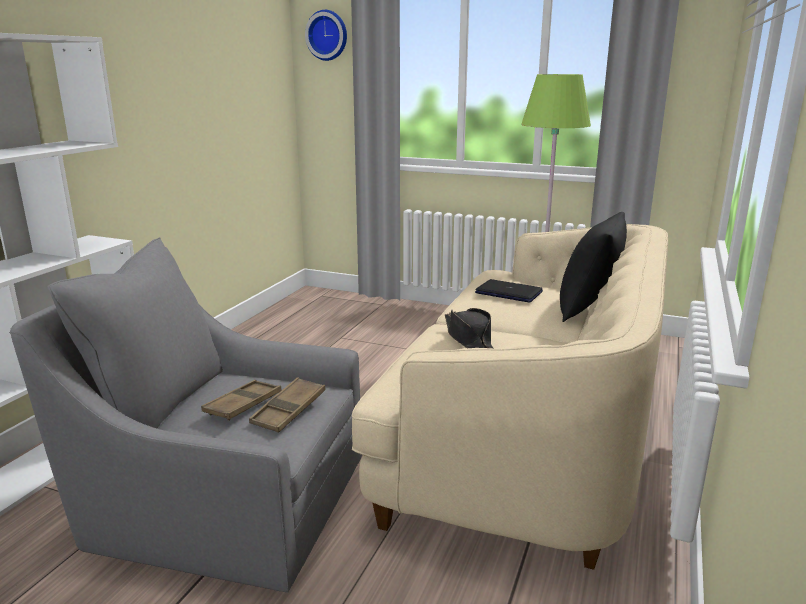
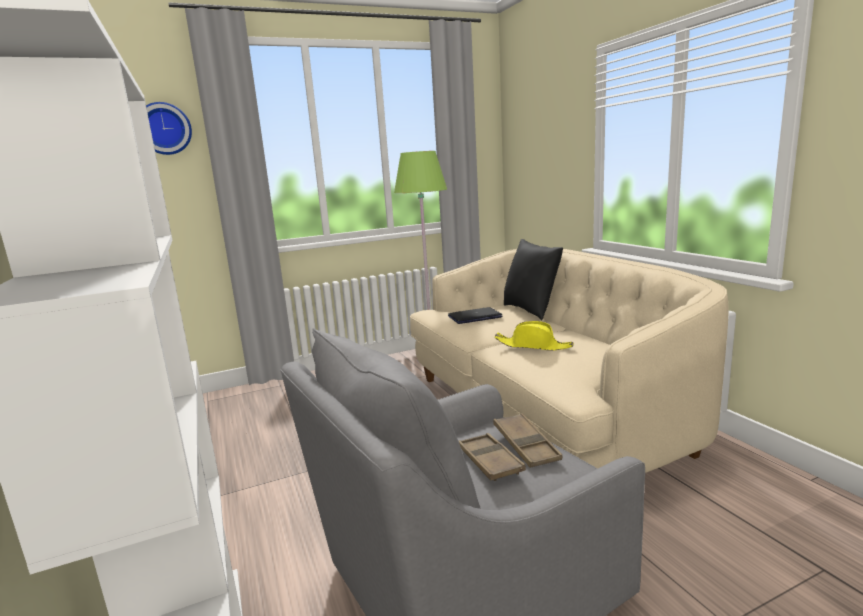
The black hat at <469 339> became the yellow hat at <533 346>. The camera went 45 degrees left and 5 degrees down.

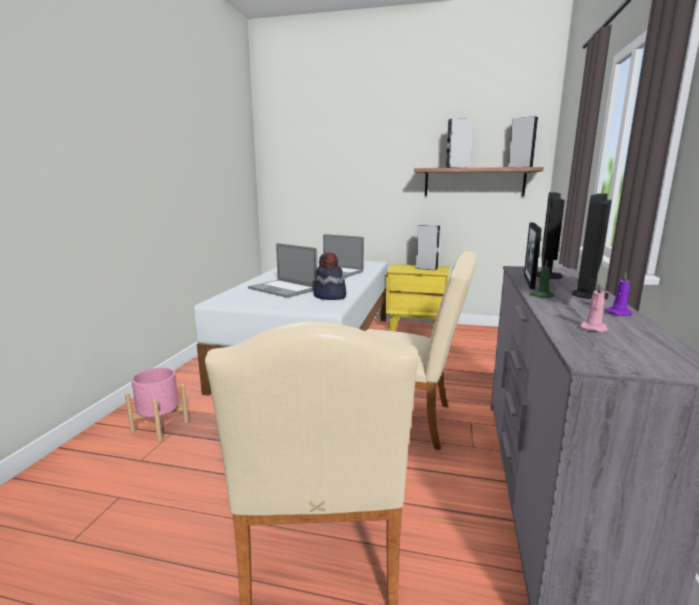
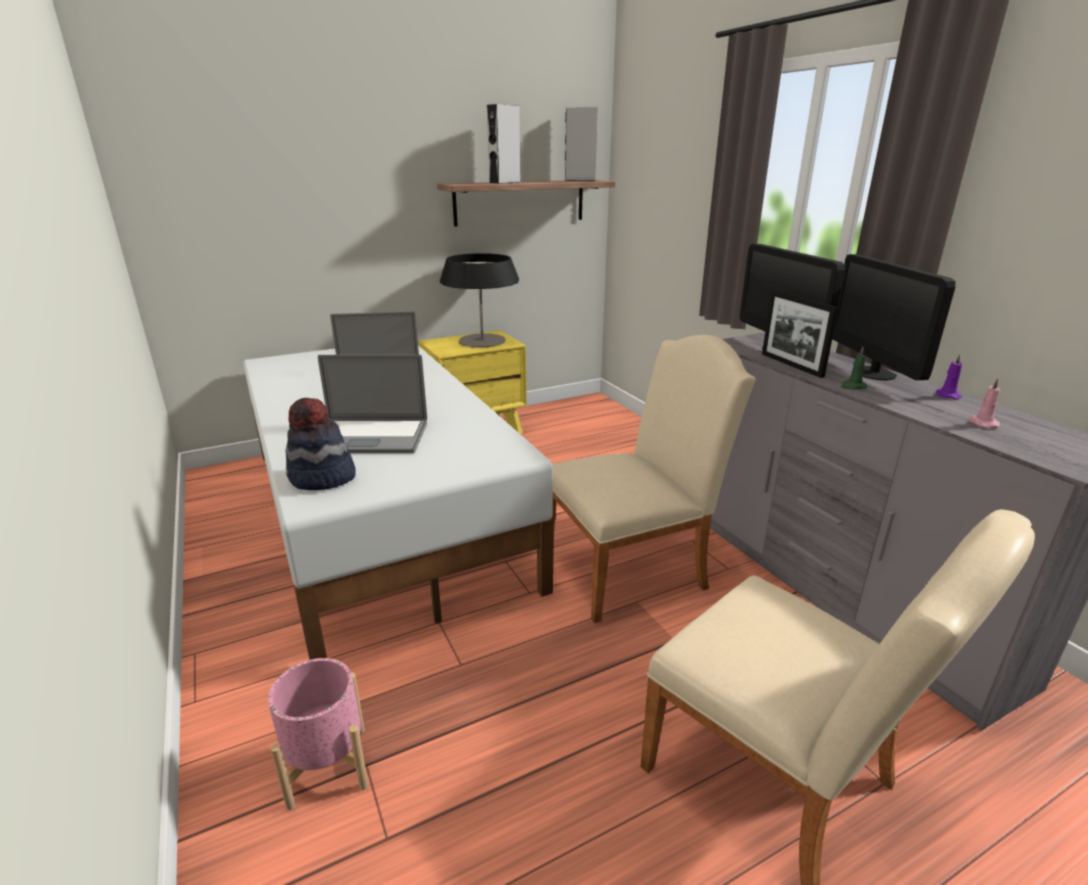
The grey speaker at <426 268> was replaced by the table lamp at <482 340>. The hat moved from <329 296> to <322 478>. The camera went 40 degrees left and 10 degrees up.

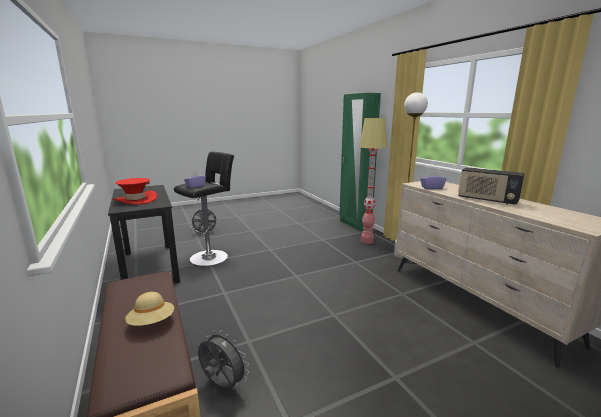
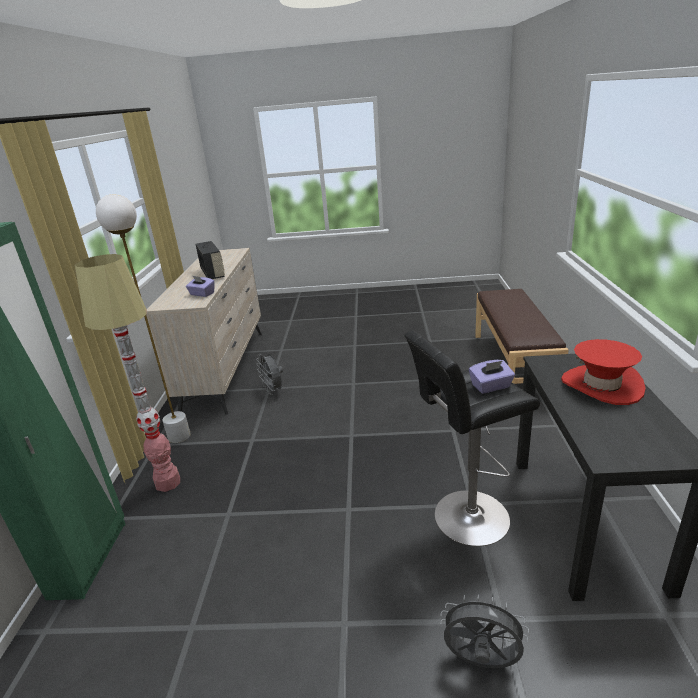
The beige hat at <152 322> disappeared. The grey fan moved from <222 386> to <273 391>. The camera went 150 degrees left and 10 degrees up.

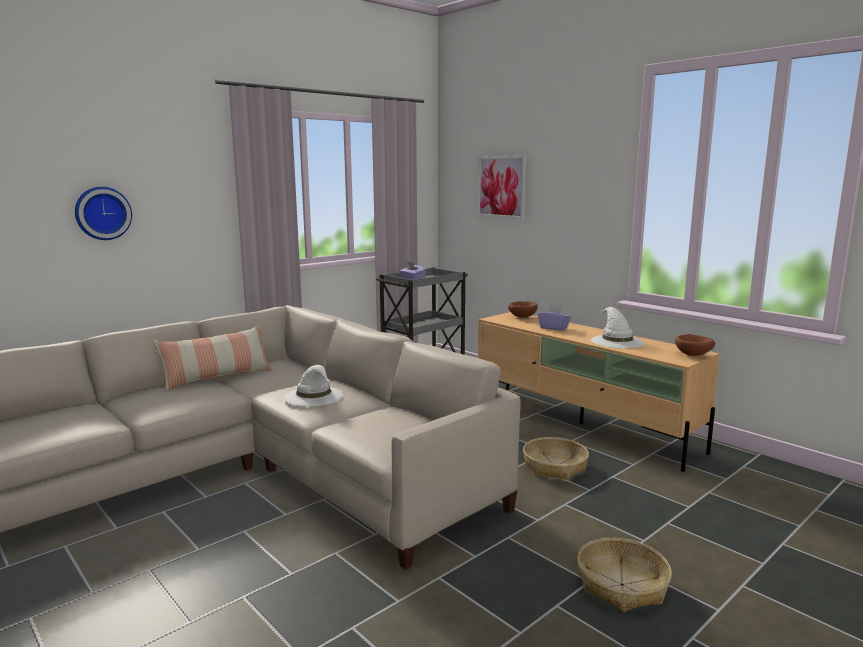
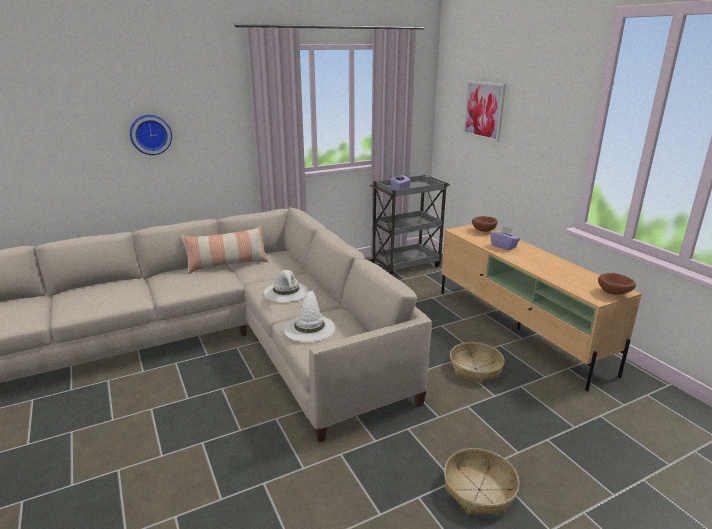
The white hat moved from <616 341> to <309 327>. The camera went 15 degrees right and 10 degrees up.

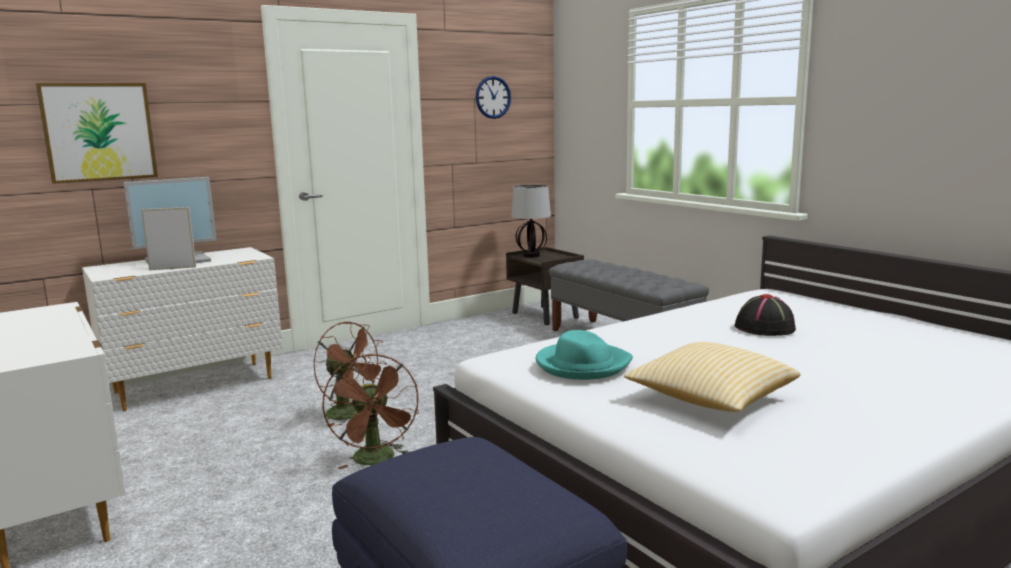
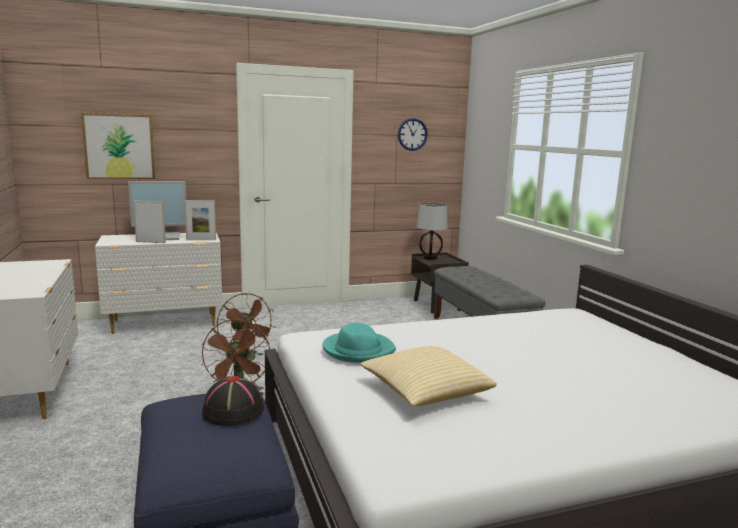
The black hat moved from <765 328> to <232 412>. The picture frame at <201 240> appeared. The camera went 15 degrees right and 0 degrees up.

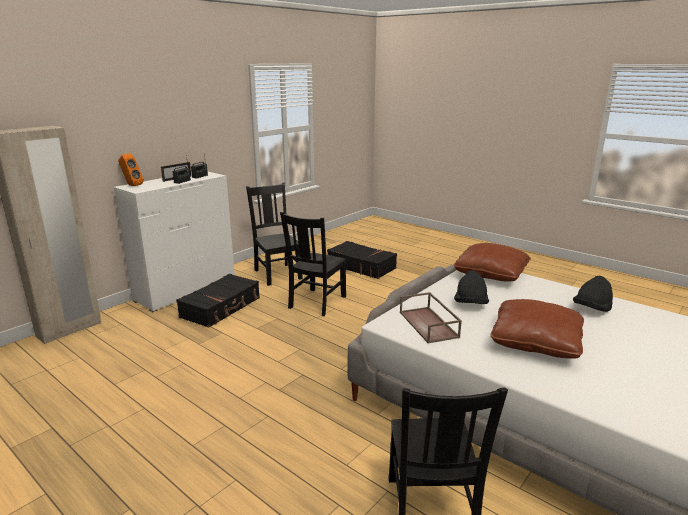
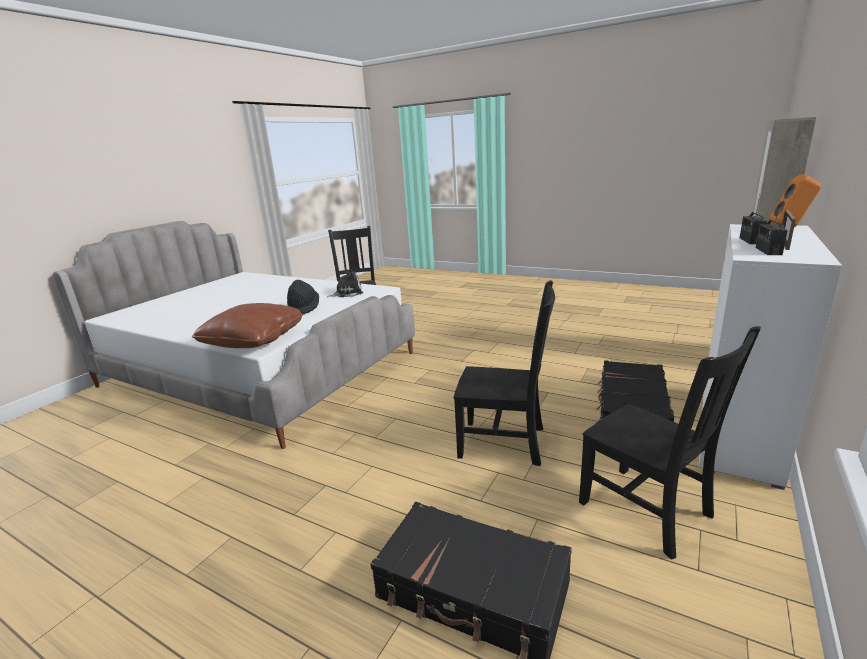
The black chair at <316 303> turned 90 degrees clockwise. The black hat at <591 309> disappeared. The brown tray at <429 324> was replaced by the plush toy at <347 293>. The brown pillow at <535 342> disappeared. The camera went 170 degrees right and 0 degrees up.

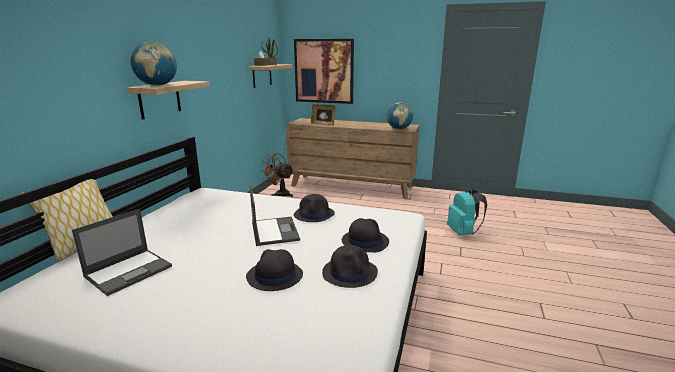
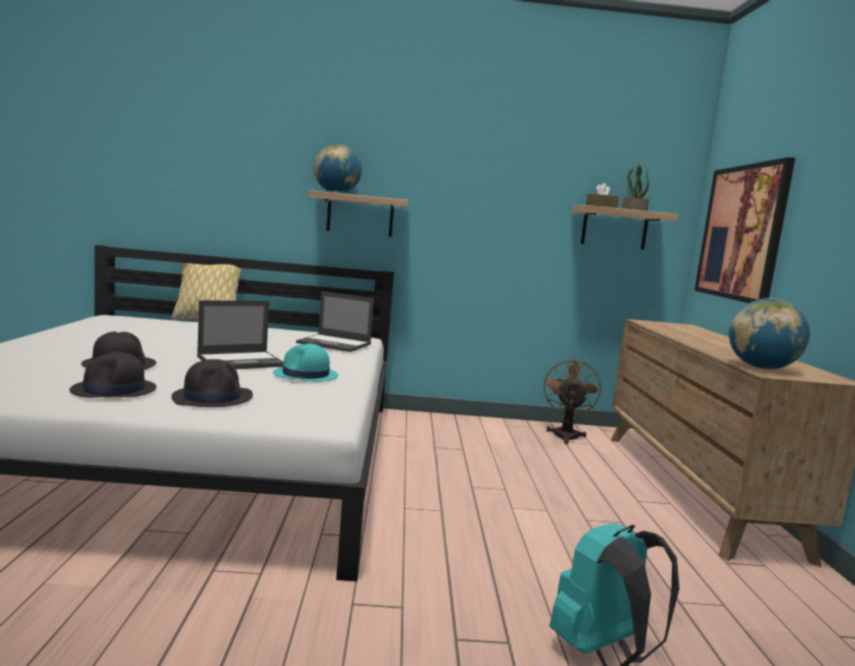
The picture frame at <323 124> disappeared. The black hat at <314 214> became the turquoise hat at <306 375>. The laptop moved from <129 271> to <335 344>. The camera went 70 degrees right and 10 degrees down.

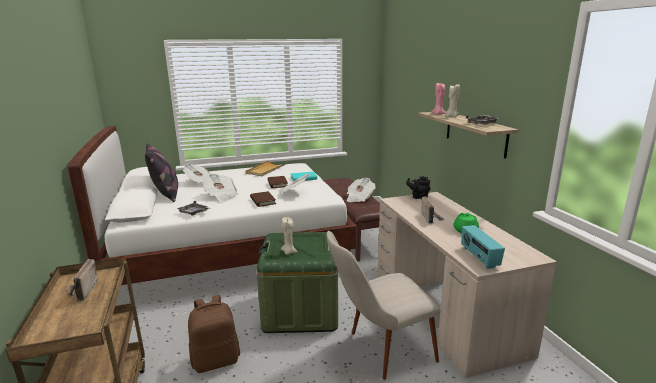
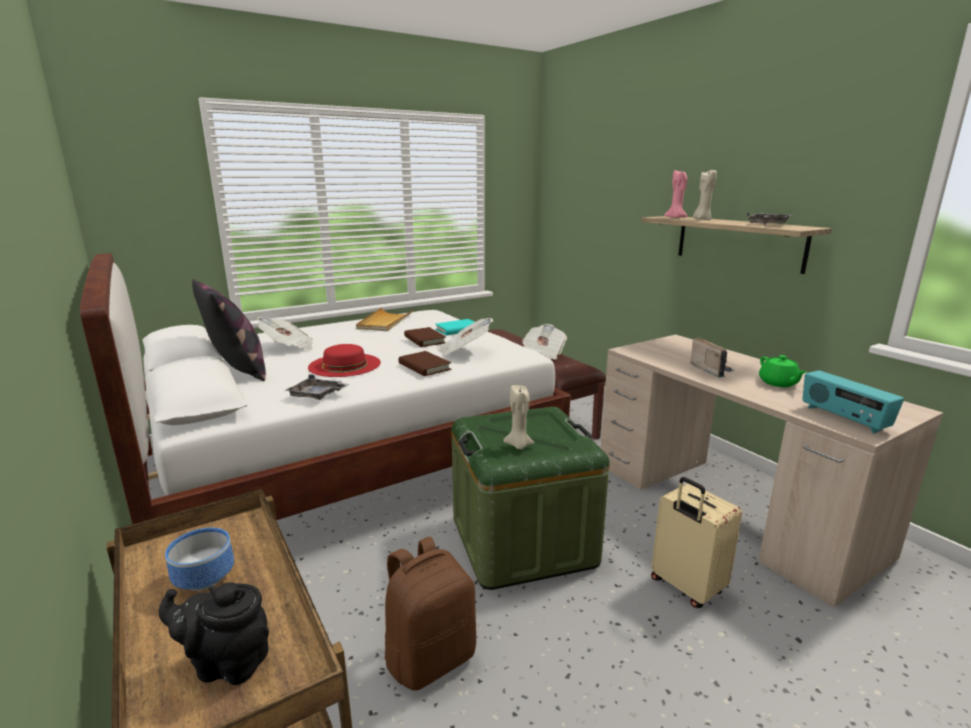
The newspaper at <221 196> was replaced by the red hat at <344 365>. The black teapot moved from <418 197> to <227 663>. The beige chair at <379 350> was replaced by the beige suitcase at <685 587>. The radio at <81 292> was replaced by the bowl at <202 578>. The camera went 15 degrees left and 0 degrees up.

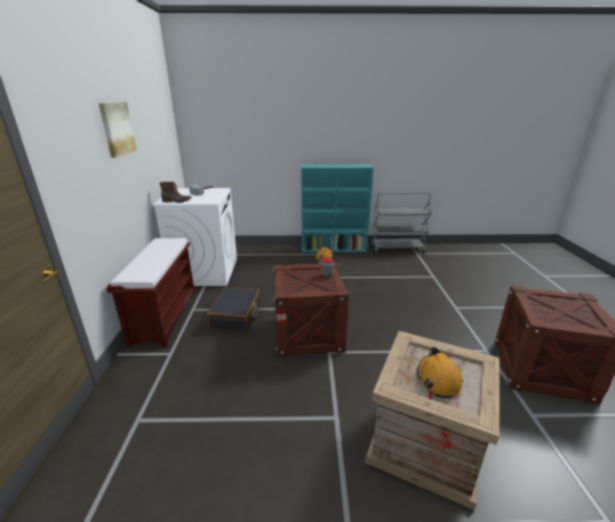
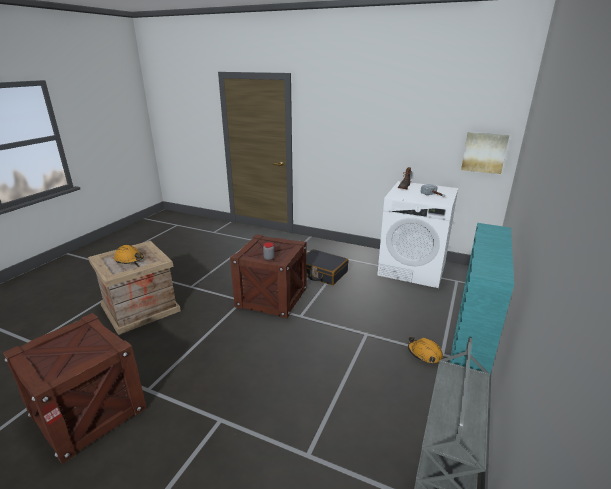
The picture moved from <117 129> to <484 152>. The brown bench at <165 316> disappeared. The camera went 115 degrees right and 0 degrees up.

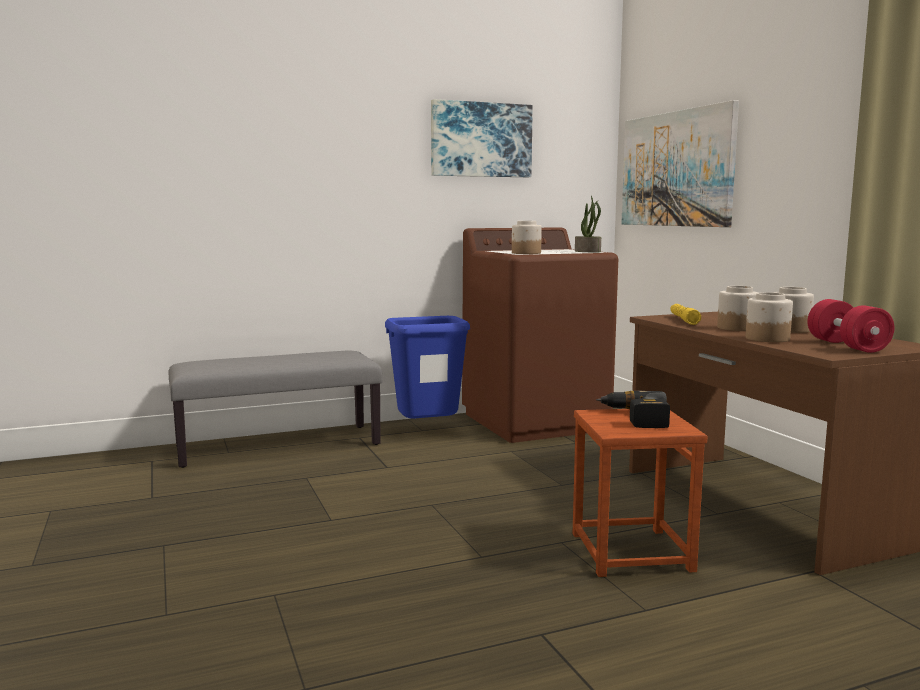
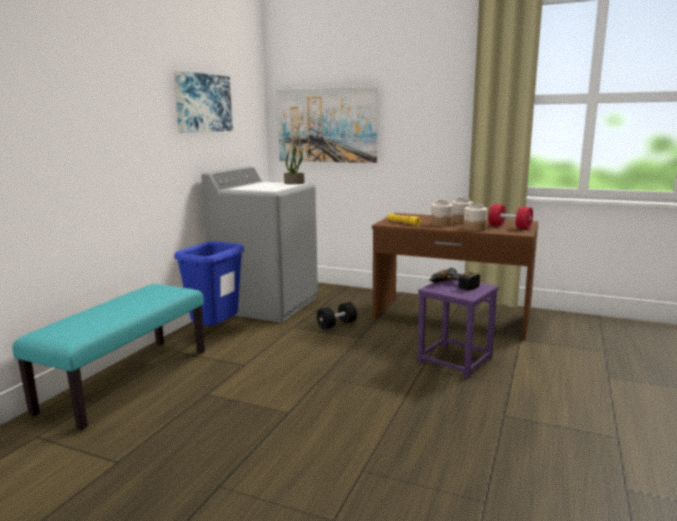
The jar at <526 253> disappeared. The brown washing machine at <535 421> became the grey washing machine at <266 304>. The grey bench at <279 445> became the turquoise bench at <127 379>. The brown stool at <630 552> became the purple stool at <454 360>. The black dumbbell at <337 324> appeared. The camera went 45 degrees left and 5 degrees up.

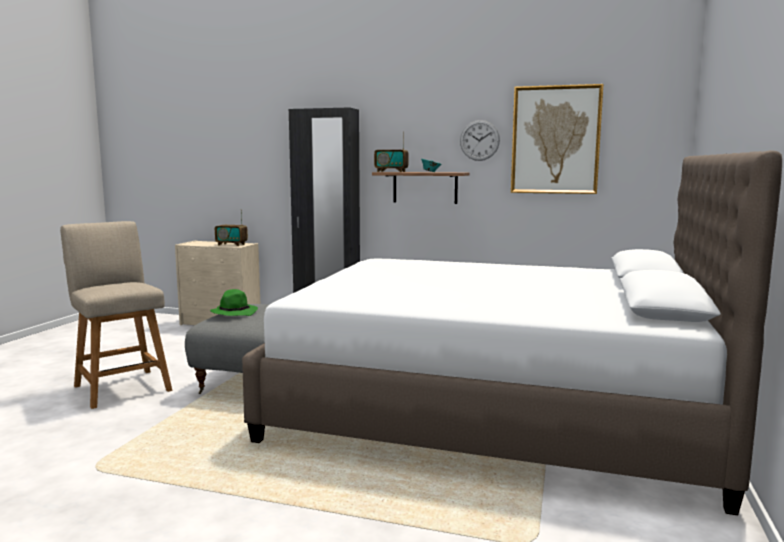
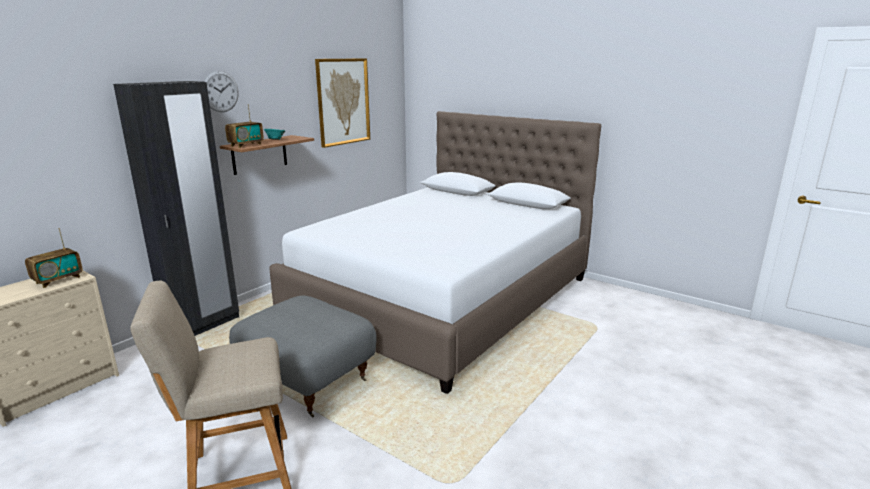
The wall clock moved from <479 140> to <220 91>. The green hat at <234 312> disappeared. The camera went 70 degrees left and 10 degrees up.

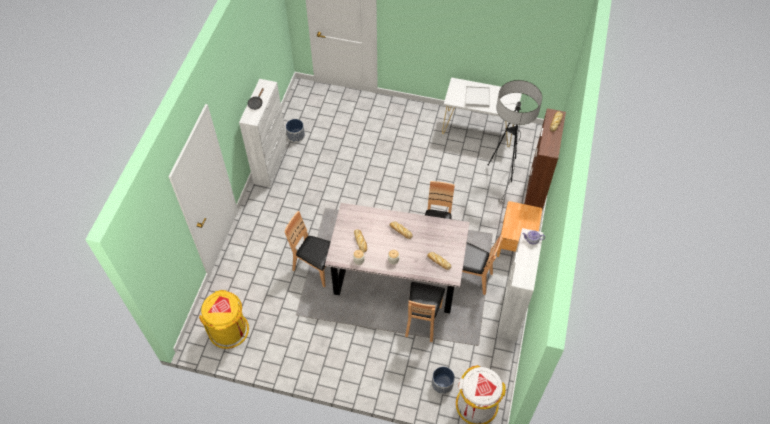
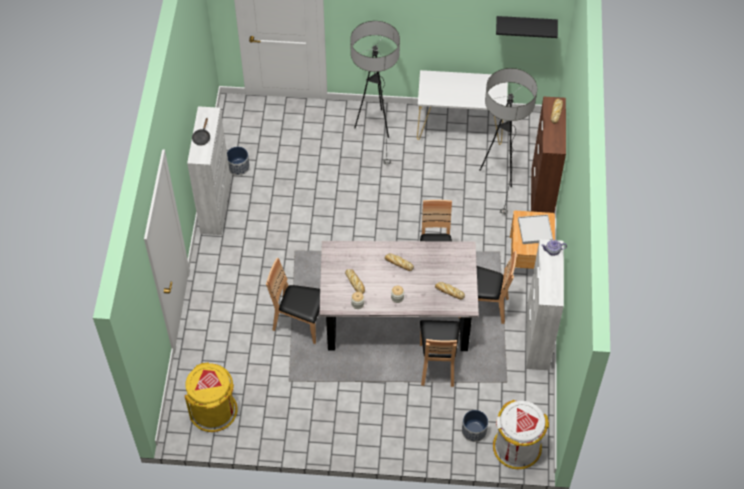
The white tray moved from <477 97> to <535 230>. The black shelf at <526 25> appeared. The floor lamp at <375 129> appeared. The camera went 10 degrees left and 0 degrees up.

